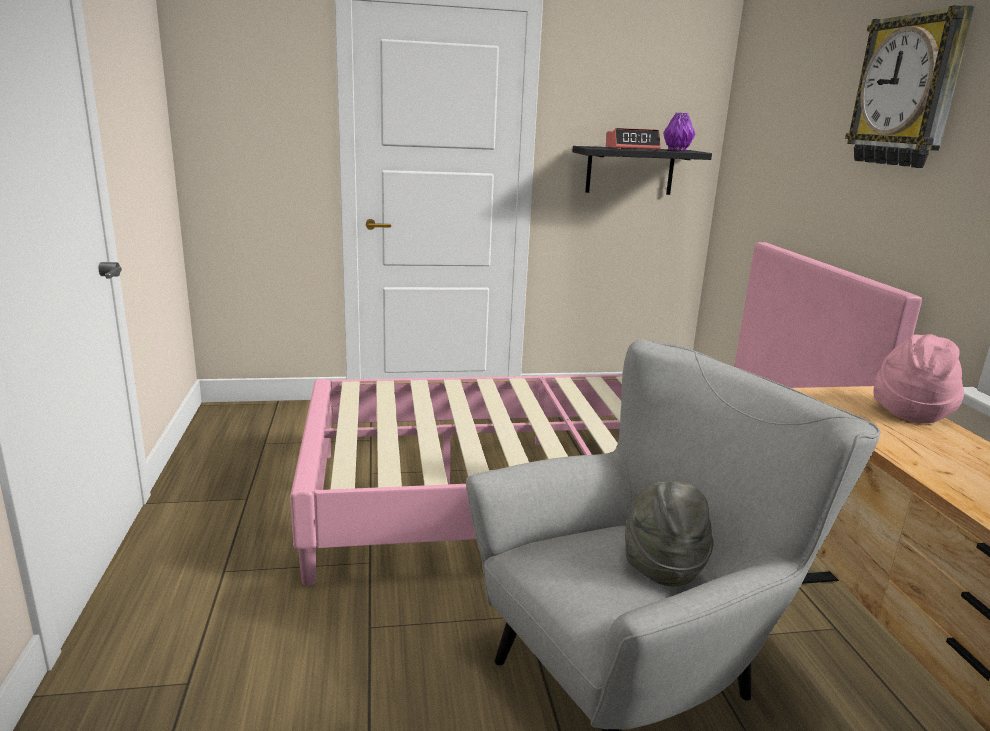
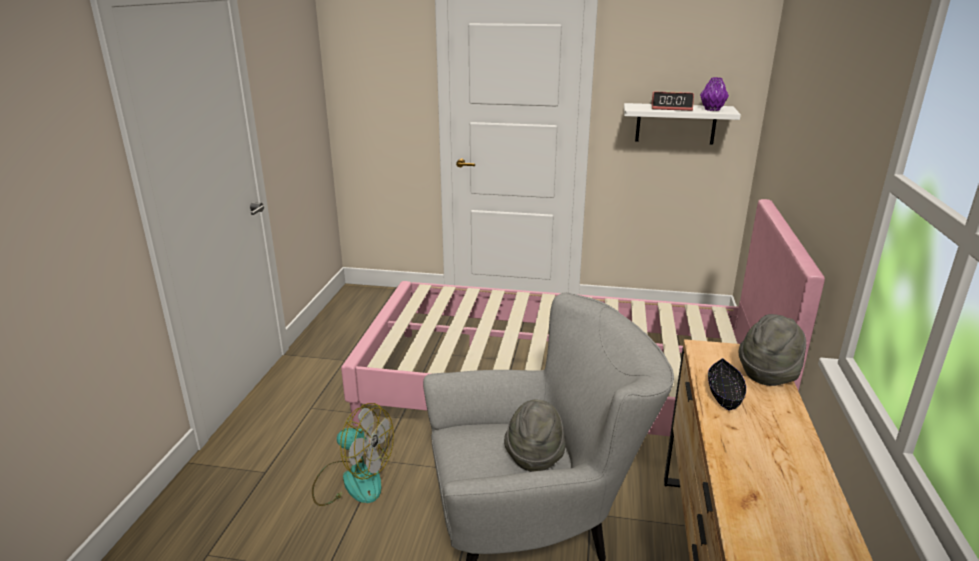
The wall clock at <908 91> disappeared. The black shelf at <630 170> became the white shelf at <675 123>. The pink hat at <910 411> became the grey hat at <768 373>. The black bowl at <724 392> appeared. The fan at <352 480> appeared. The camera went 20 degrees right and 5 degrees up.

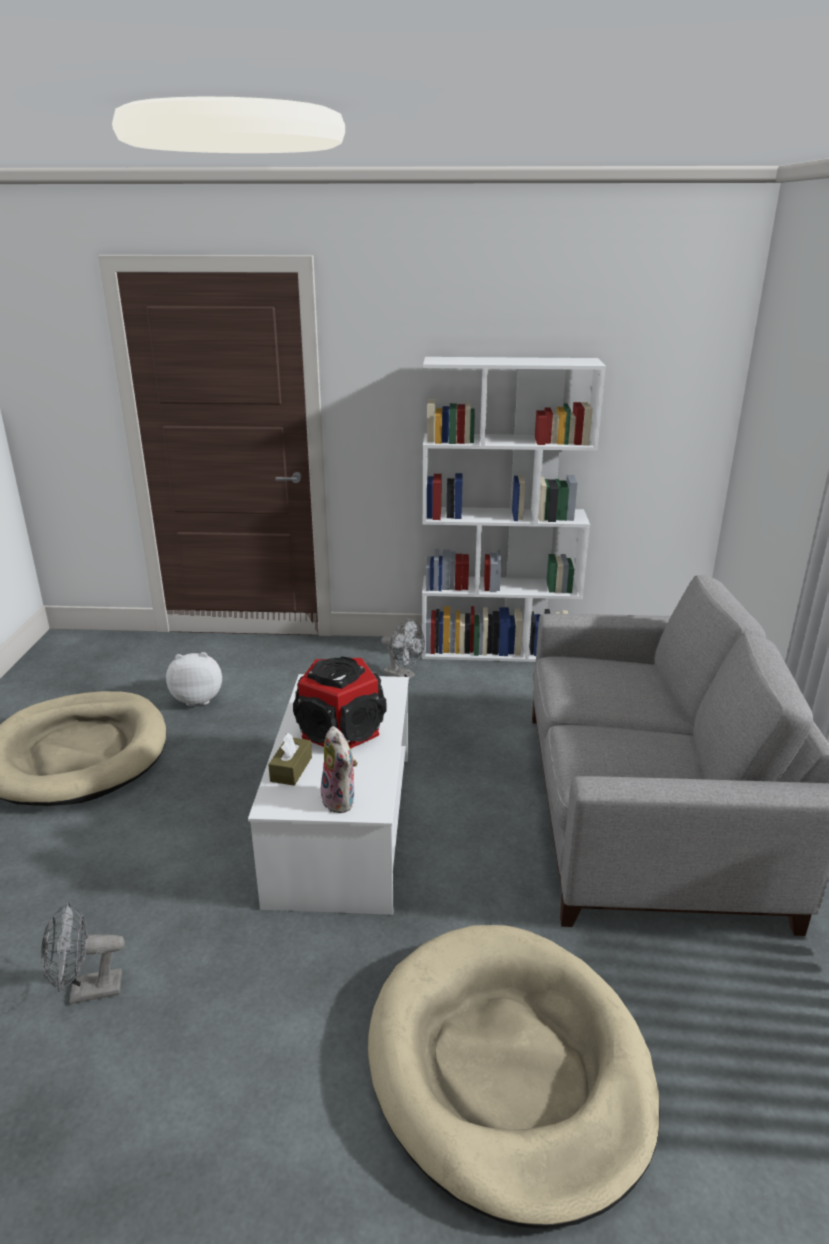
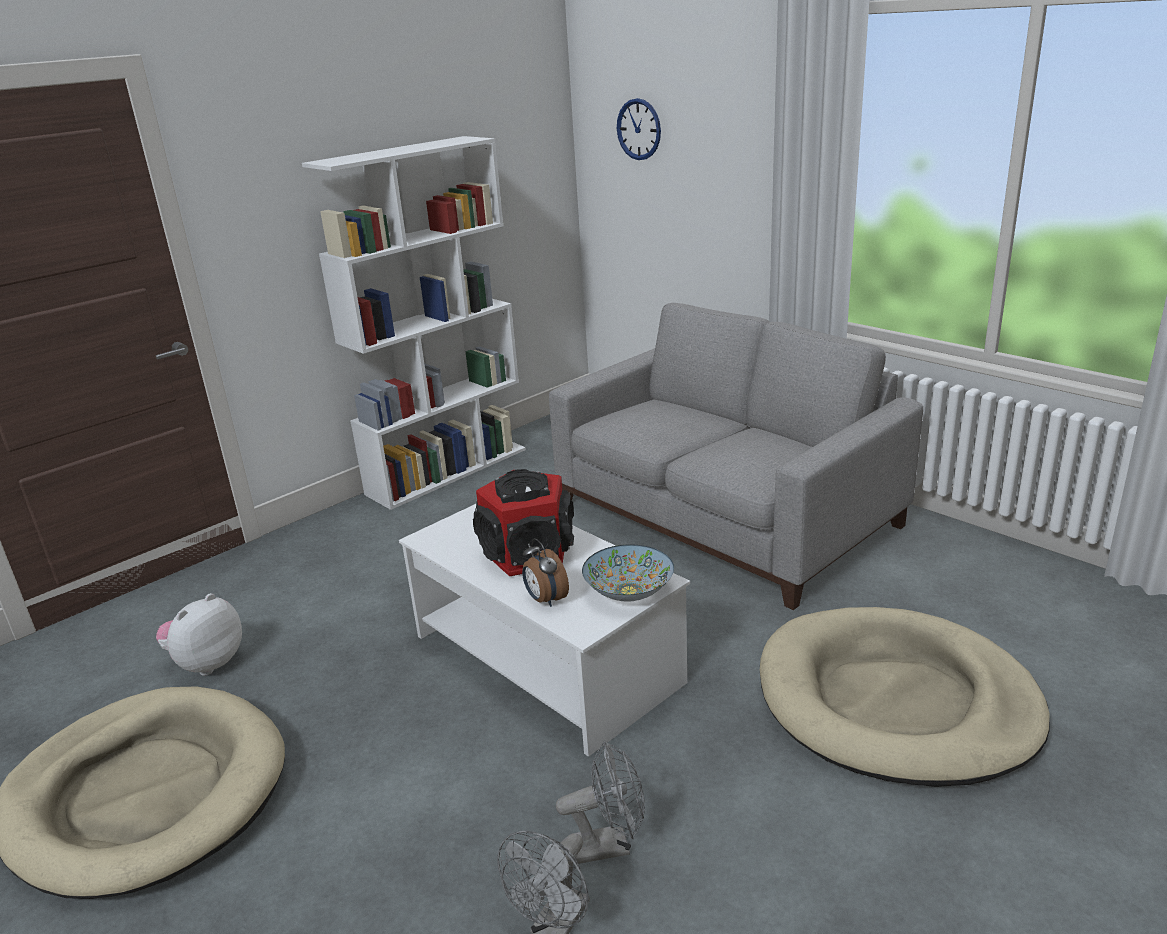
The grey fan moved from <403 676> to <610 845>. The plush toy at <341 801> was replaced by the bowl at <628 592>. The brown tissue box at <291 769> was replaced by the alarm clock at <545 600>. The wall clock at <639 129> appeared. The camera went 45 degrees left and 0 degrees up.

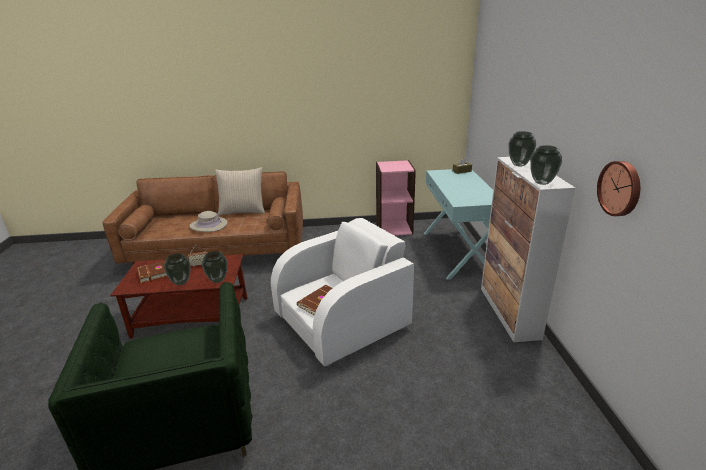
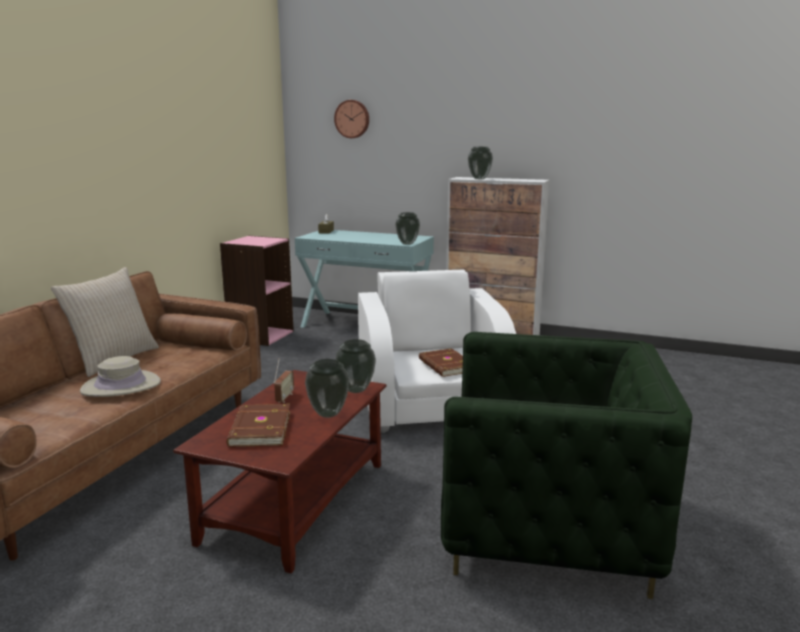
The vase moved from <542 182> to <407 243>. The wall clock moved from <620 188> to <352 119>. The camera went 65 degrees left and 10 degrees down.

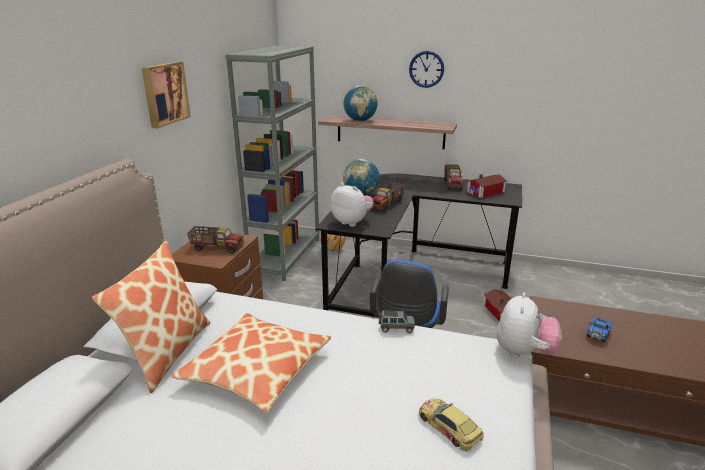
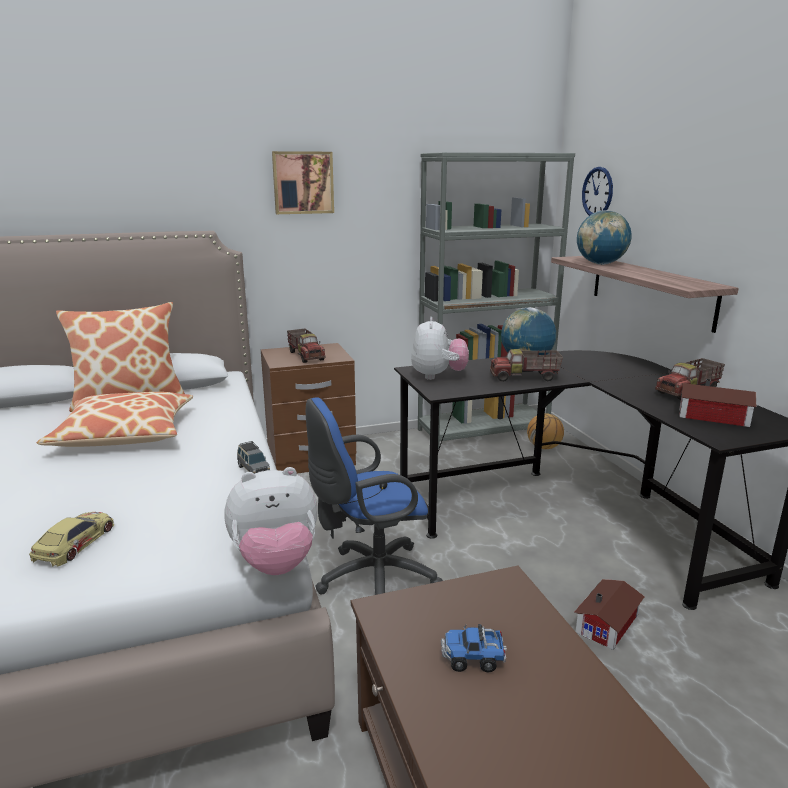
The wall clock moved from <426 69> to <597 192>. The camera went 55 degrees right and 5 degrees down.

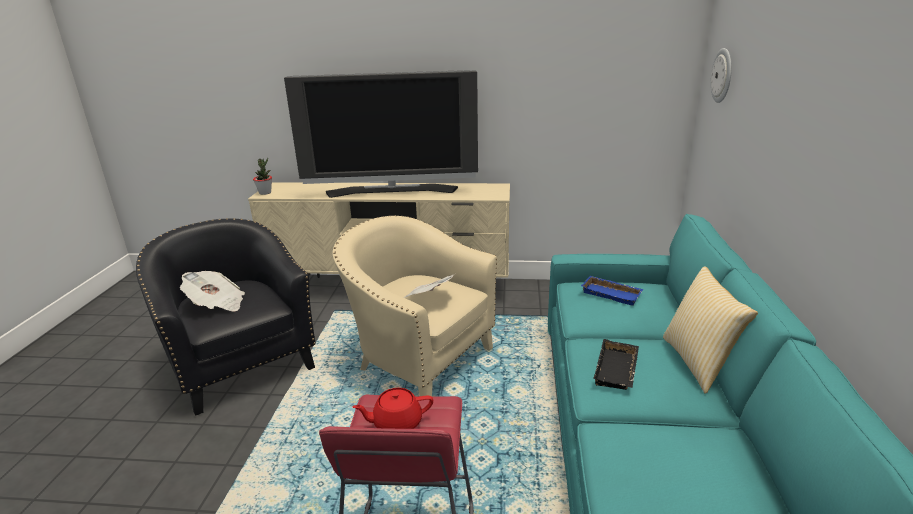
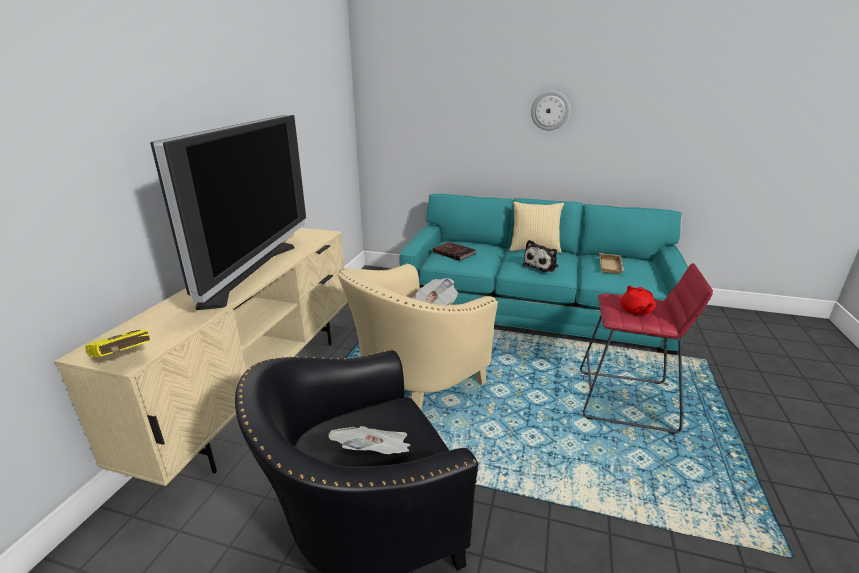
The wall clock moved from <722 75> to <550 110>. The potted plant at <265 193> was replaced by the yellow book at <122 360>. The blue tray at <612 293> was replaced by the brown book at <454 252>. The black tray at <618 370> was replaced by the plush toy at <541 266>. The beige tray at <611 267> appeared. The camera went 80 degrees left and 0 degrees up.

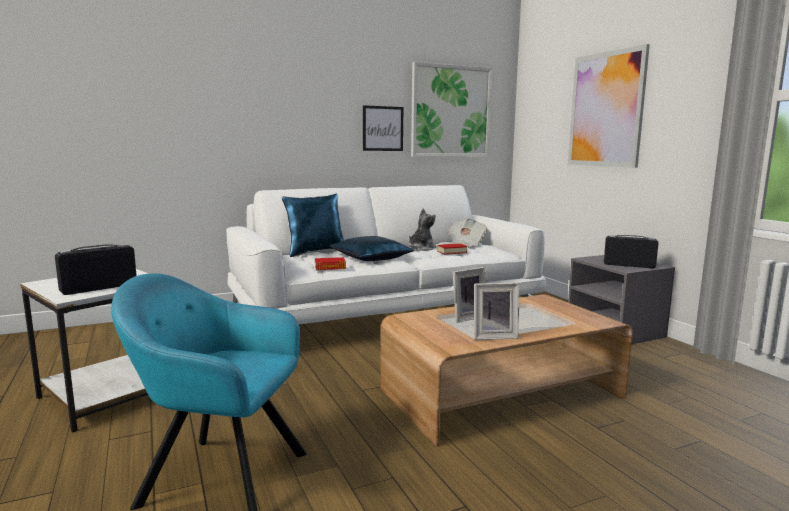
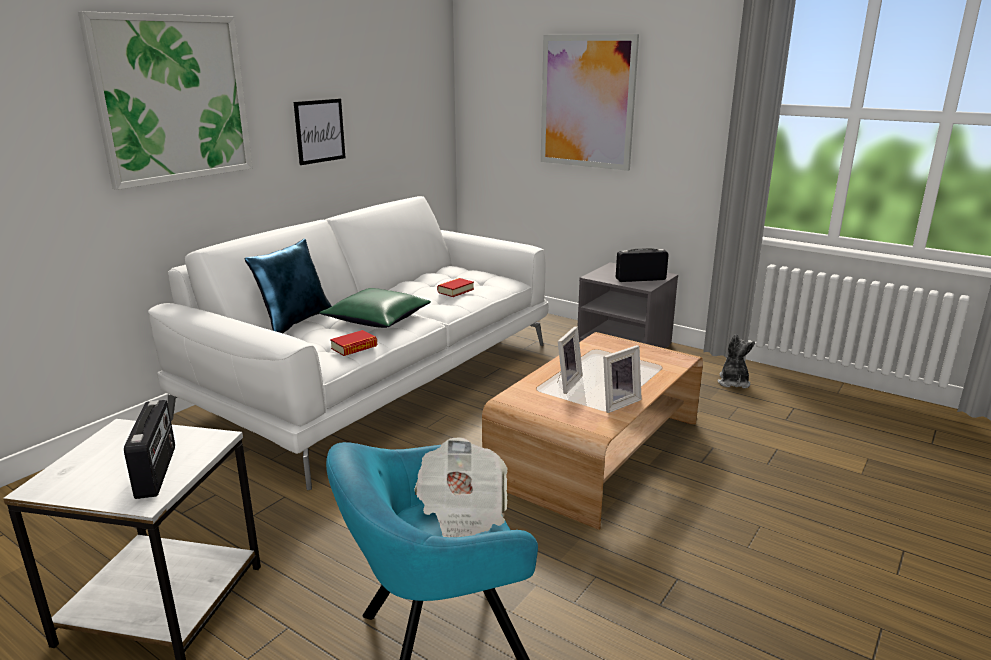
The picture moved from <451 111> to <173 99>. The plush toy moved from <421 248> to <733 382>. The newspaper moved from <465 244> to <462 512>. The blue pillow at <371 258> became the green pillow at <378 319>. The radio at <99 288> turned 150 degrees clockwise. The camera went 30 degrees left and 10 degrees up.

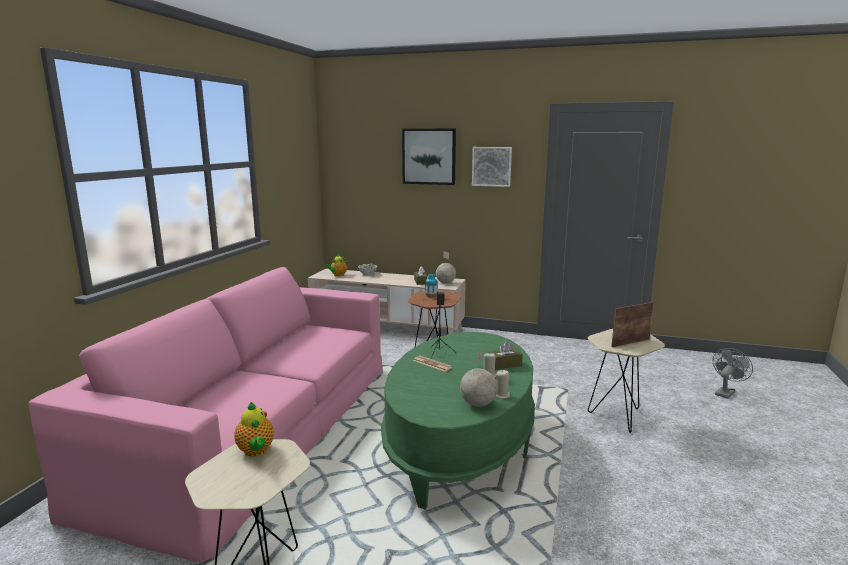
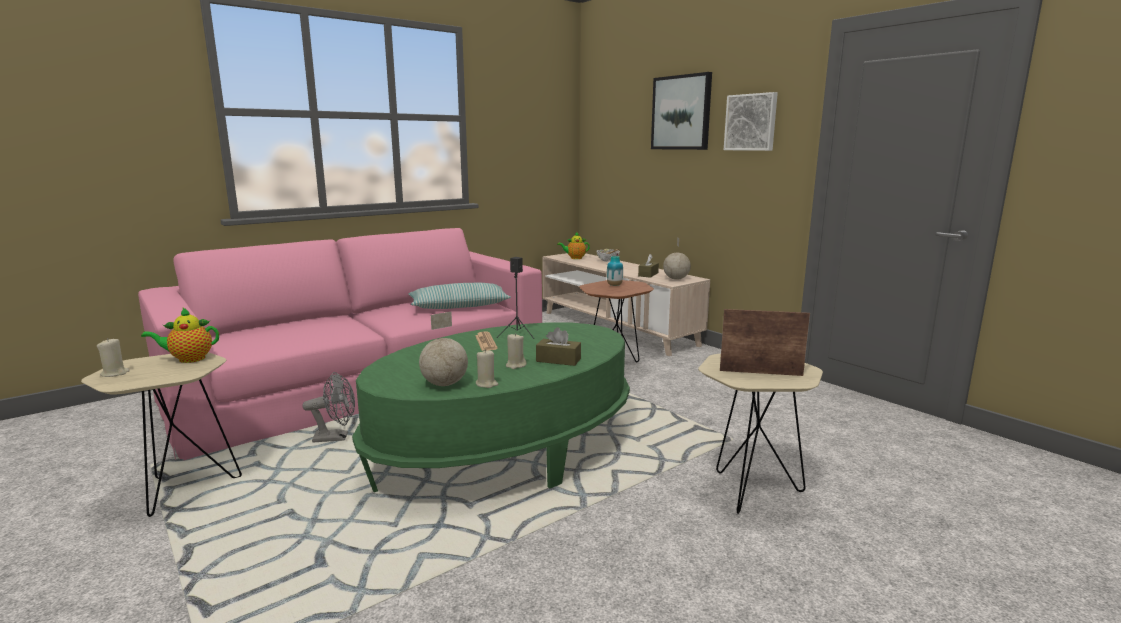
The grey fan moved from <726 392> to <336 438>. The teapot at <256 451> turned 60 degrees clockwise. The pillow at <459 306> appeared. The beige candle at <115 373> appeared. The camera went 35 degrees right and 0 degrees up.

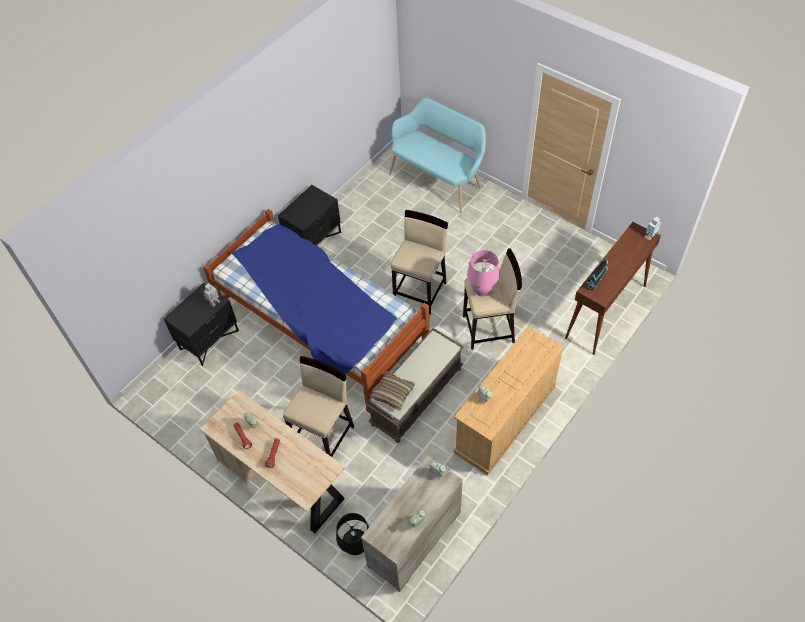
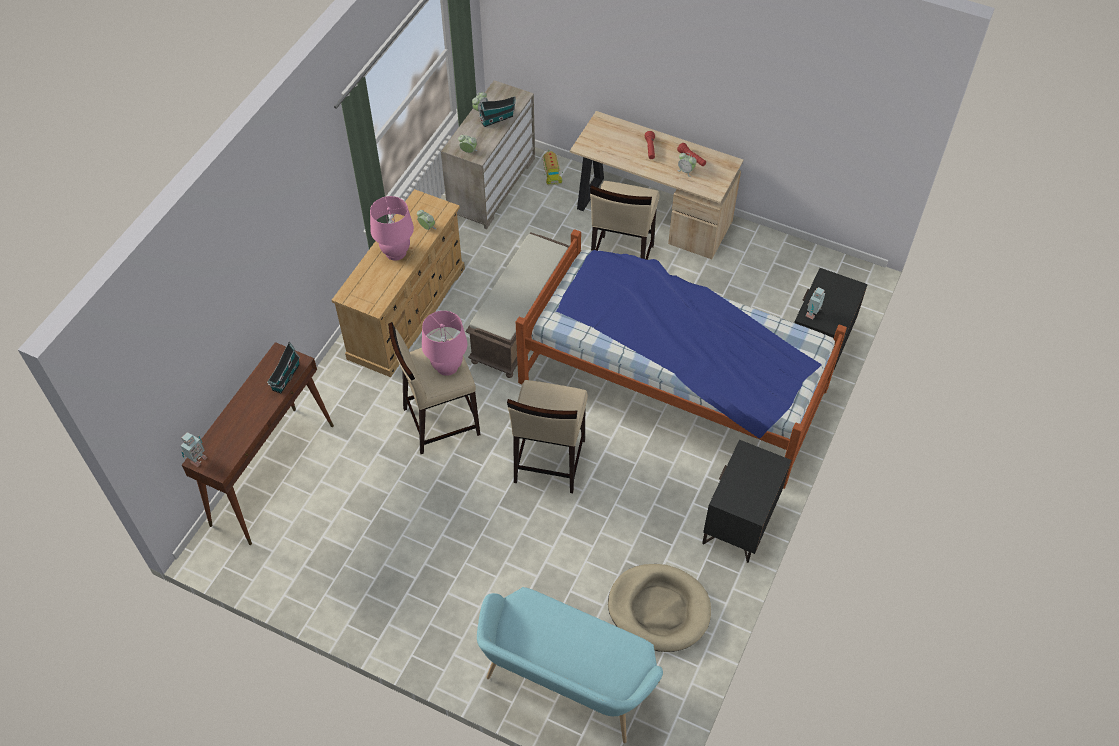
The pillow at <393 393> disappeared. The black table lamp at <356 546> was replaced by the toy truck at <551 172>. The toy house at <498 118> appeared. The pink table lamp at <395 252> appeared. The beige dog bed at <659 609> appeared. The camera went 165 degrees right and 0 degrees up.

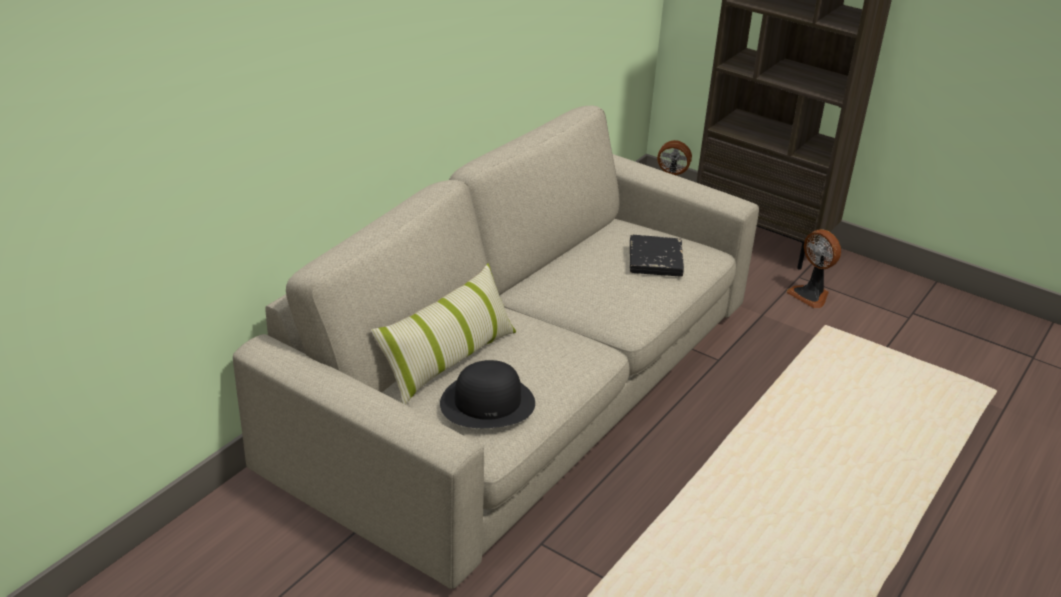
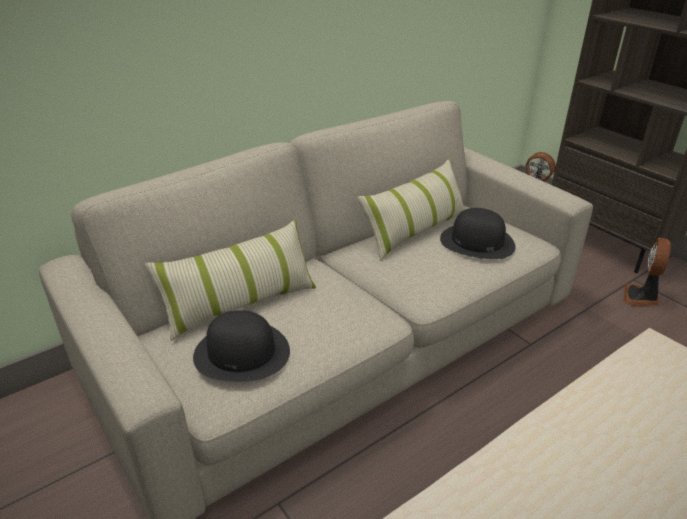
The fan at <811 295> turned 45 degrees clockwise. The black book at <655 260> was replaced by the black hat at <477 242>. The pillow at <415 230> appeared. The camera went 20 degrees right and 0 degrees up.

